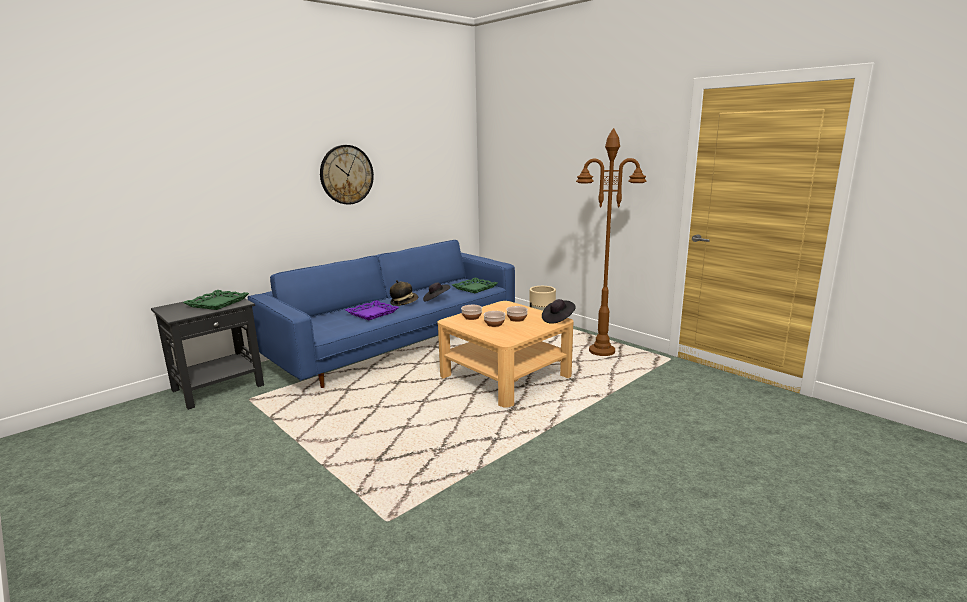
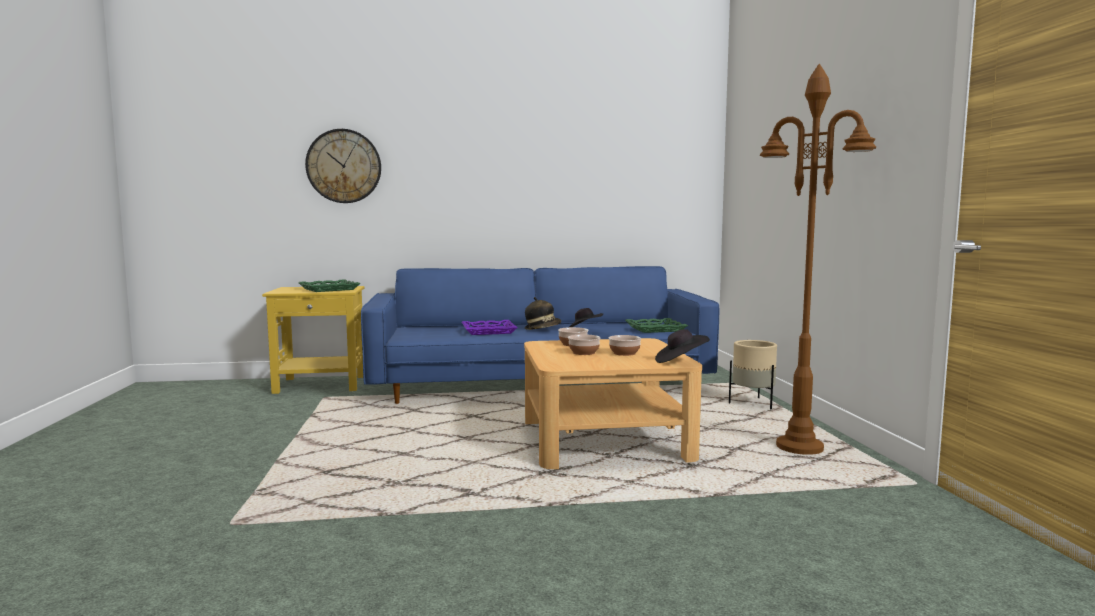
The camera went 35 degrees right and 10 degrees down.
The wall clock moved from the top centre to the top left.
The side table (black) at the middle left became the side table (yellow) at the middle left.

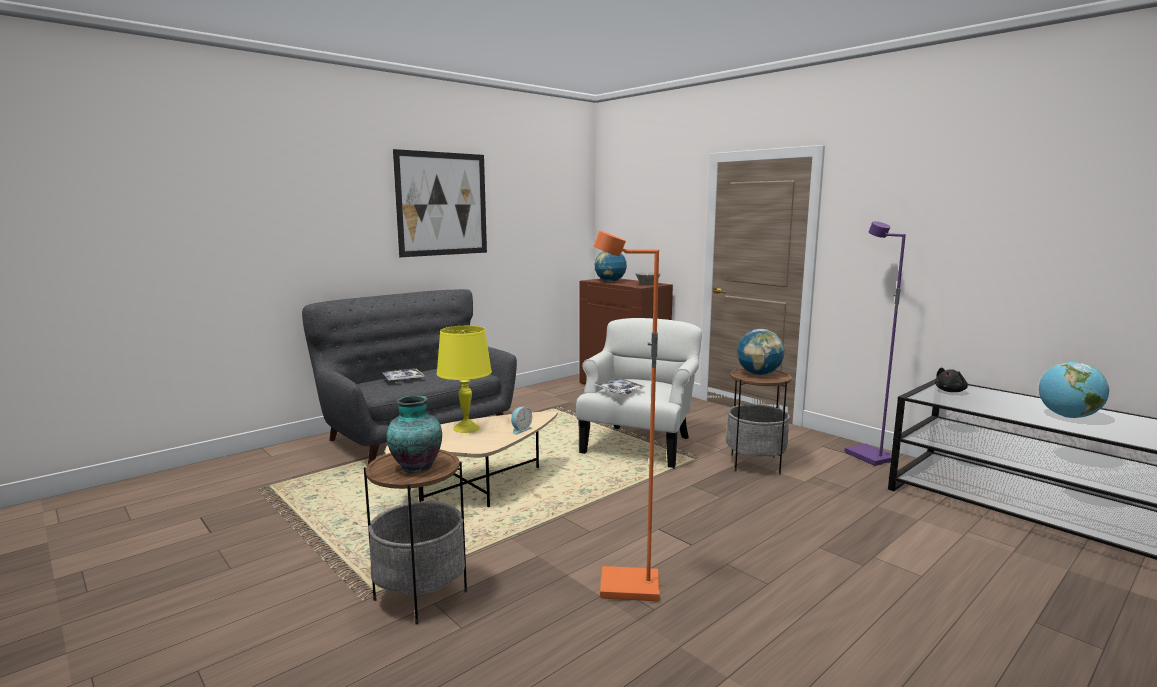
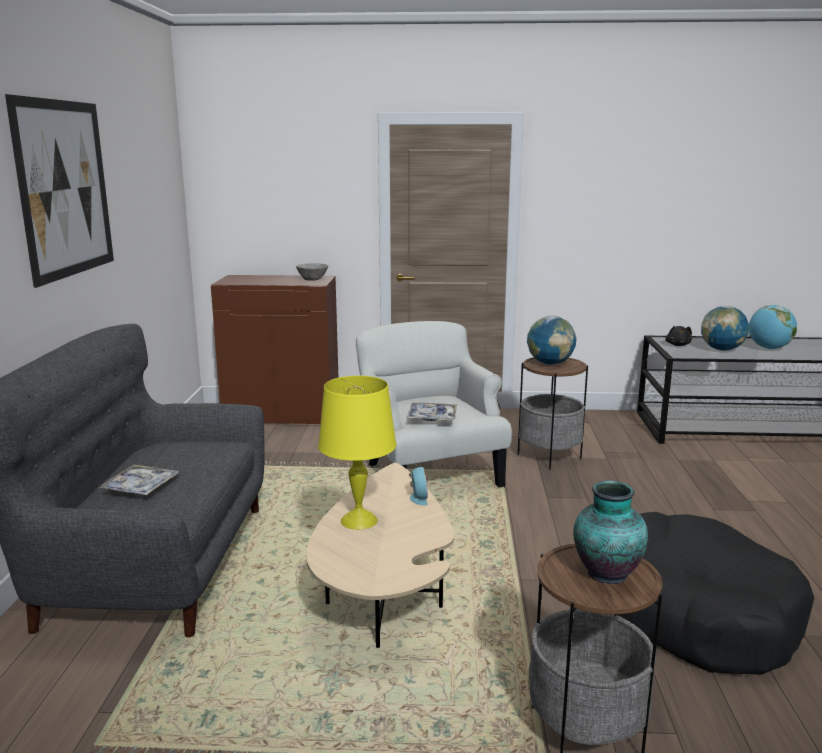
The camera went 45 degrees left and 5 degrees up.
The floor lamp (purple) at the middle right disappeared.
The globe (1st from left in the first image) moved from the centre to the middle right.
The floor lamp (orange) at the centre was replaced by the dog bed (black) at the bottom right.

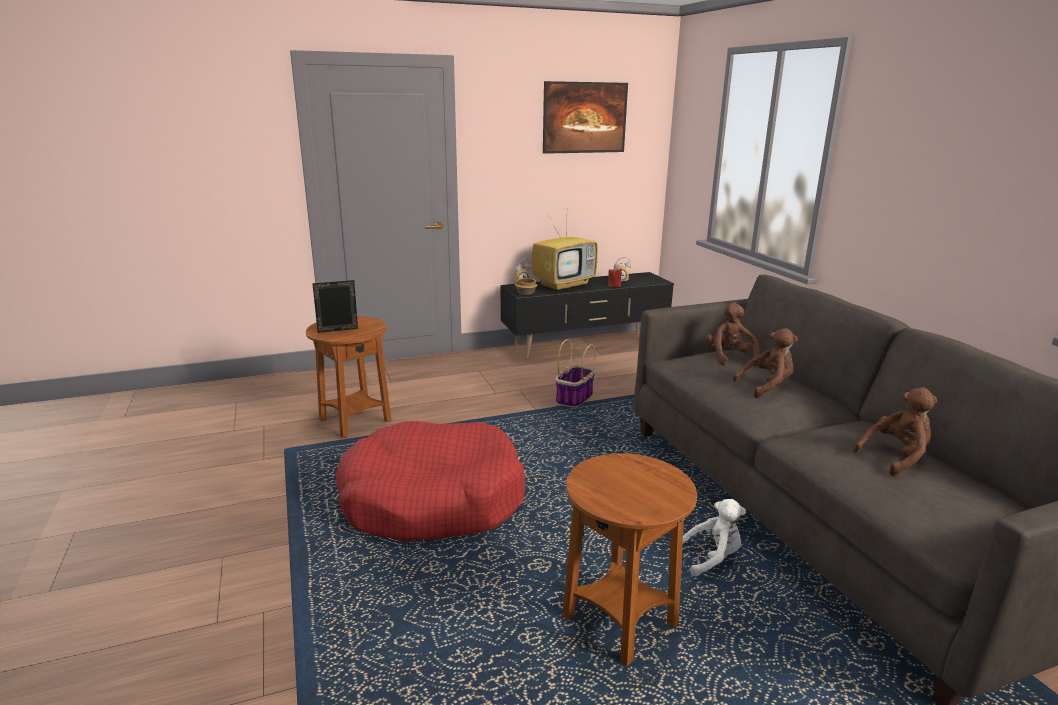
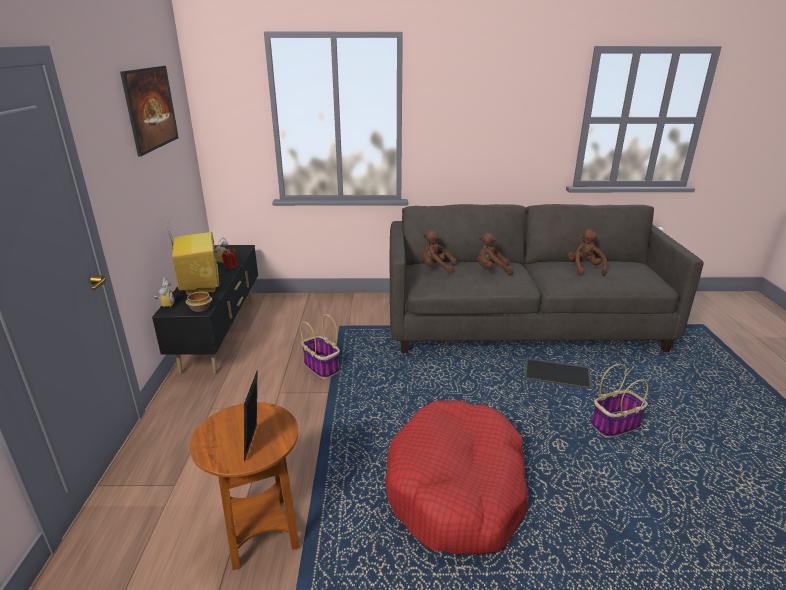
The camera went 70 degrees left and 5 degrees up.
The side table (brown) (2nd from left) at the bottom centre was replaced by the basket (2nd from left) at the bottom right.
The plush toy (white) at the bottom right was replaced by the tray at the middle right.
The plush toy (brown) (2nd from left) at the middle right turned 90 degrees counterclockwise.

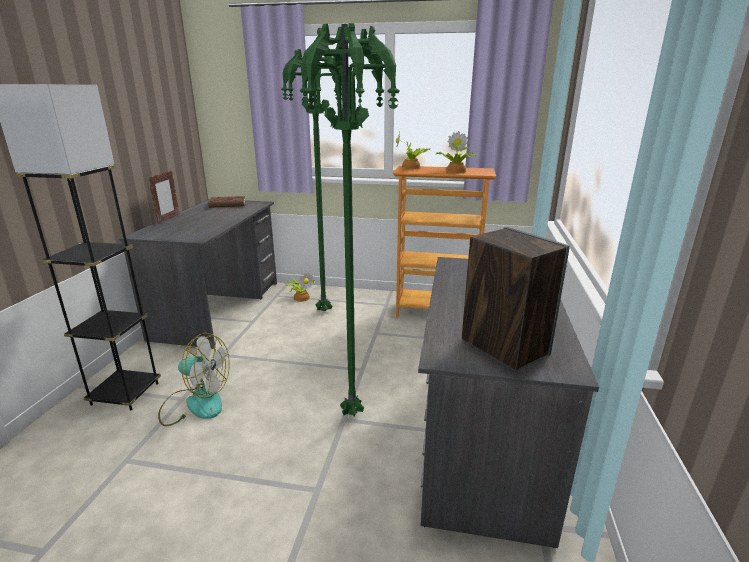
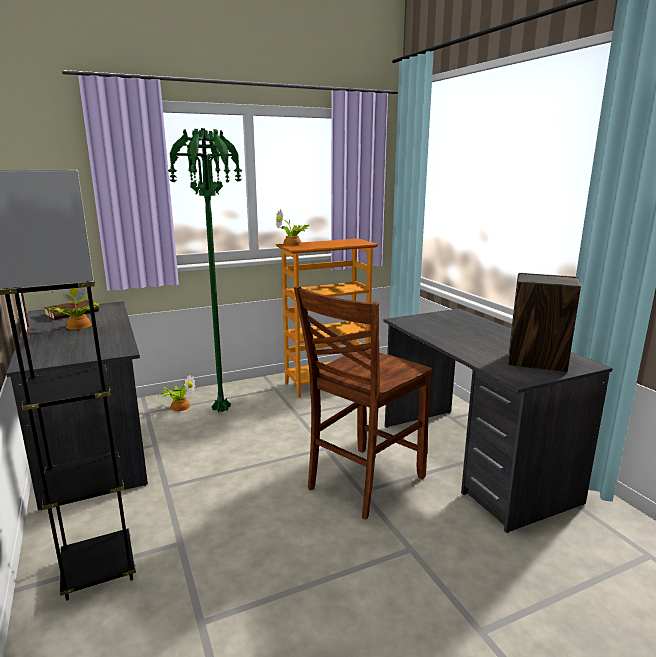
The camera went 35 degrees left and 5 degrees down.
The fan at the bottom left disappeared.
The potted plant (3rd from left in the first image) moved from the top centre to the middle left.
The floor lamp (green) (2nd from left) at the centre was replaced by the chair (brown) at the centre.

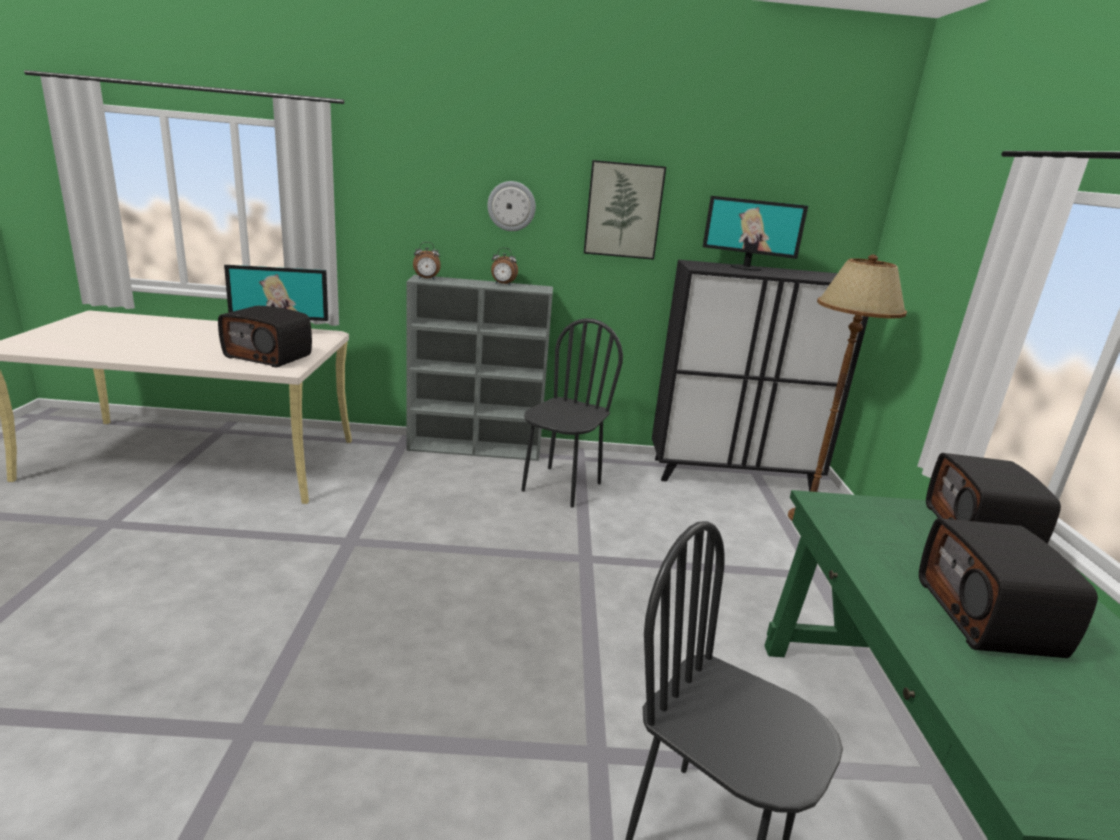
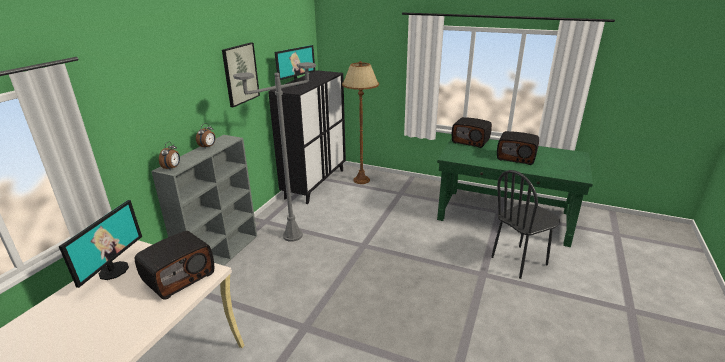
The camera went 65 degrees left and 5 degrees up.
The wall clock at the top centre disappeared.
The chair (black) (1st from left) at the centre was replaced by the floor lamp (grey) at the centre.

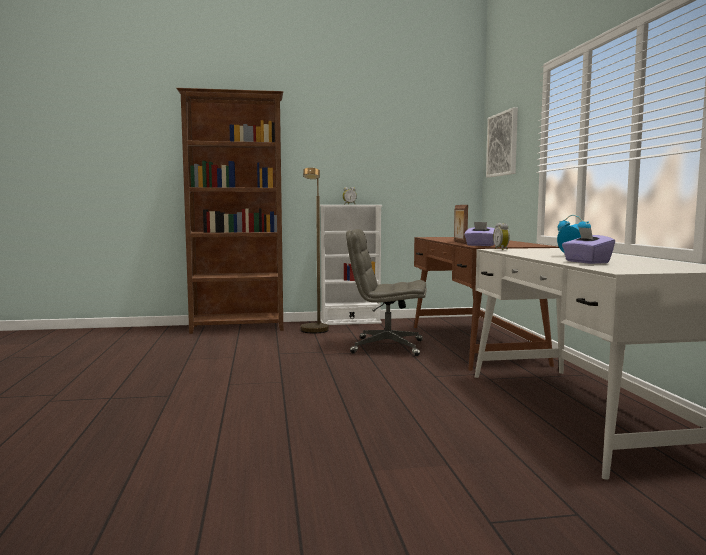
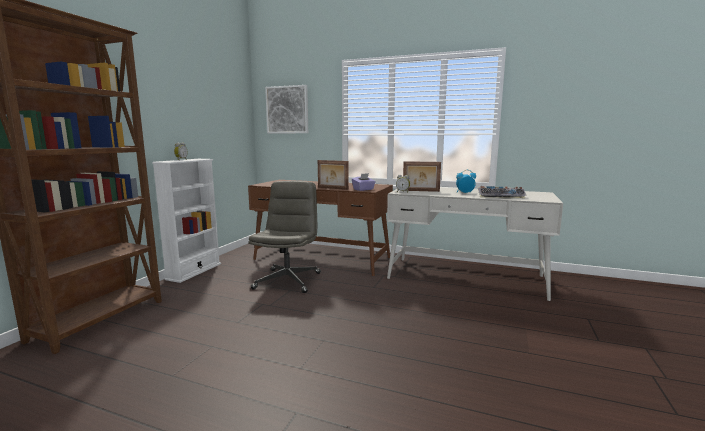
The camera went 60 degrees left and 5 degrees up.
The floor lamp (brown) at the centre disappeared.
The picture frame (2nd from left) at the centre appeared.
The tissue box (purple) (2nd from left) at the middle right was replaced by the keyboard at the middle right.
The office chair (grey) at the centre turned 150 degrees clockwise.

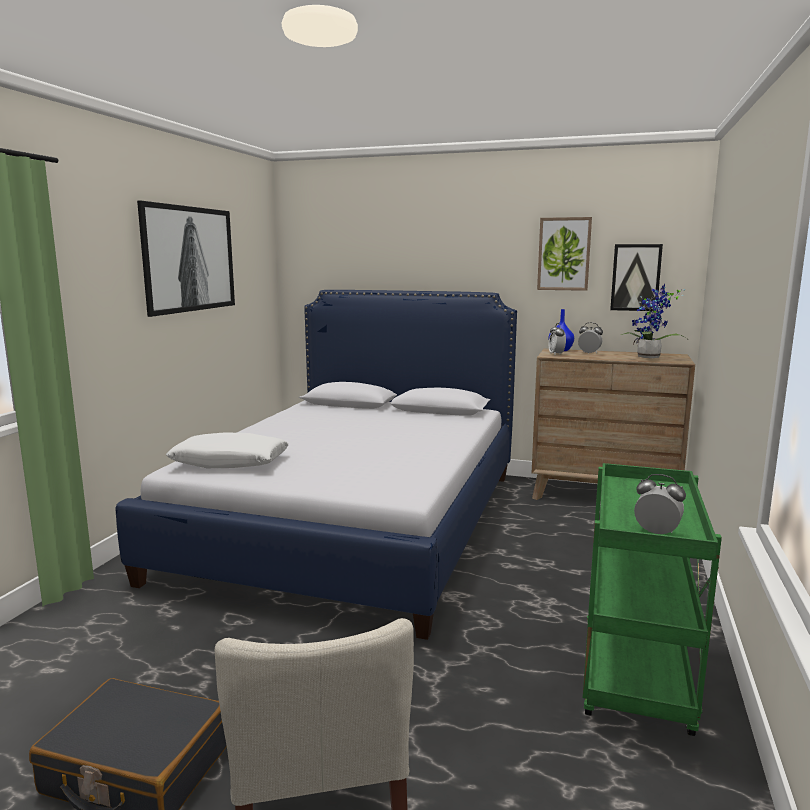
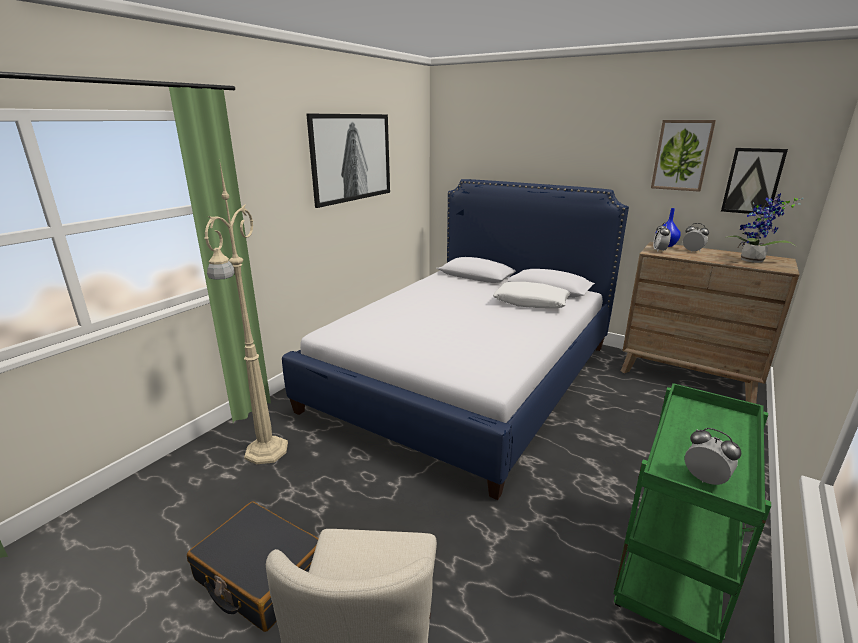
The camera went 15 degrees right and 10 degrees up.
The floor lamp (beige) at the middle left appeared.
The pillow (white) moved from the middle left to the centre.

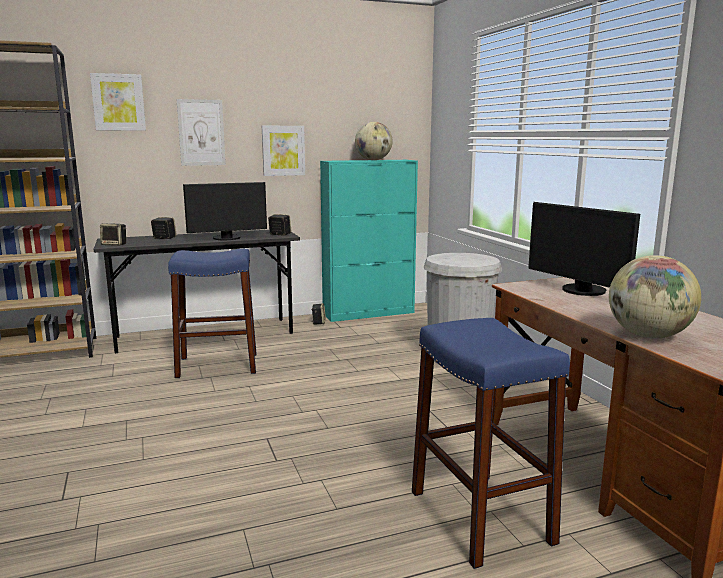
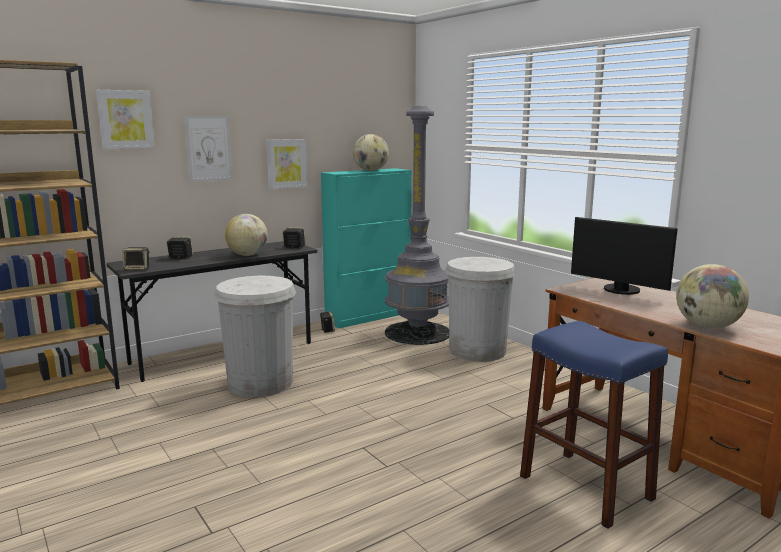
The camera went 15 degrees left and 0 degrees up.
The floor lamp (grey) at the centre appeared.
The stool (blue) (1st from left) at the middle left was replaced by the trash can (white) (1st from left) at the middle left.
The monitor (1st from left) at the middle left was replaced by the globe (1st from left) at the middle left.

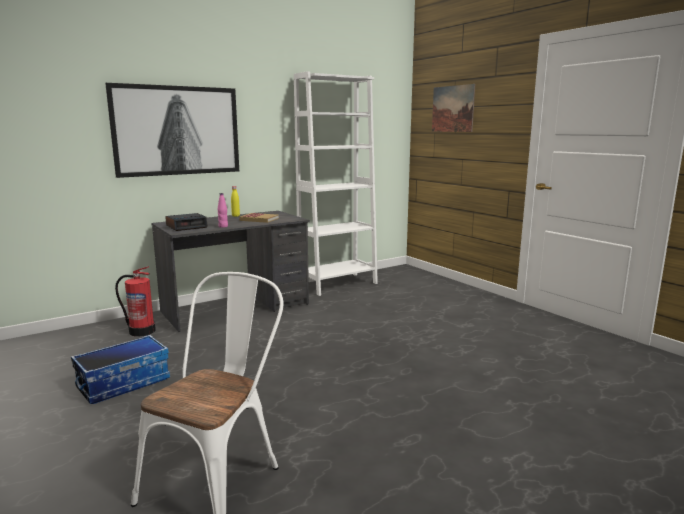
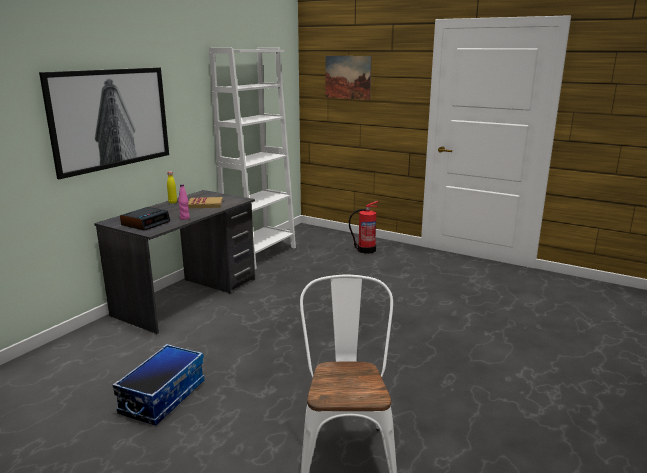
The camera went 25 degrees left and 5 degrees up.
The fire extinguisher moved from the middle left to the centre.

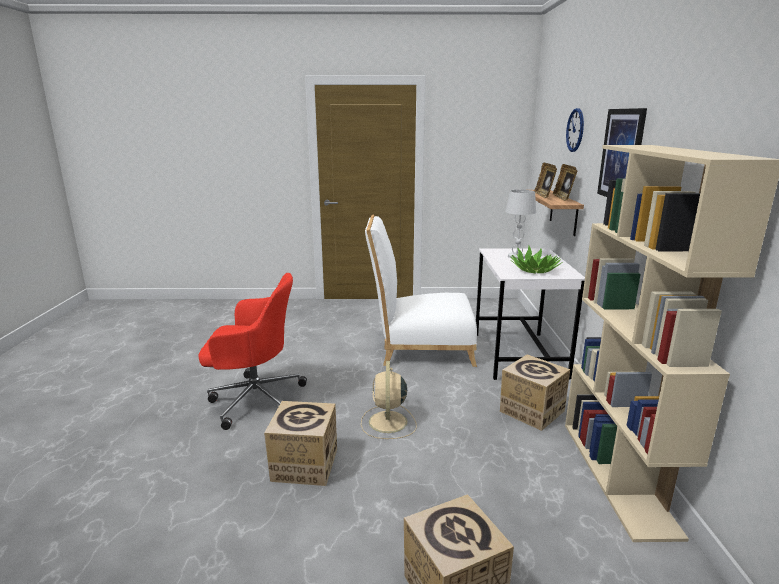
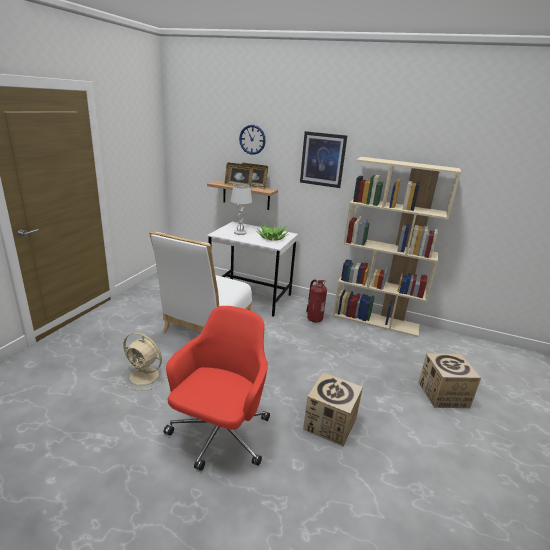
The camera went 70 degrees left and 5 degrees up.
The fan (beige) moved from the bottom centre to the middle left.
The cardboard box (3rd from left) at the bottom right was replaced by the fire extinguisher at the centre.

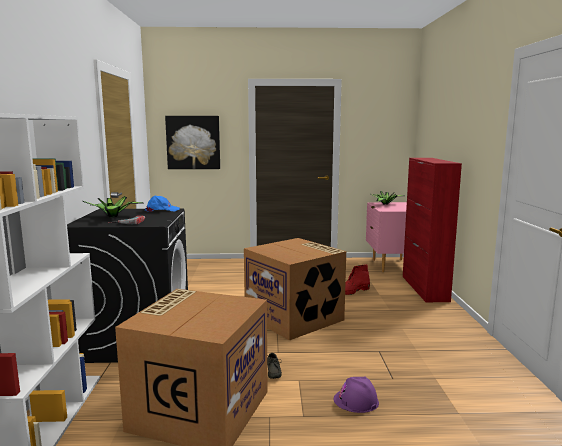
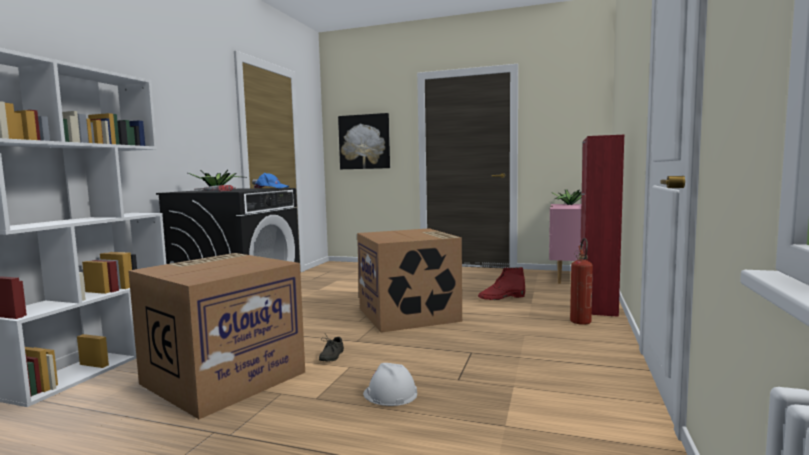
The camera went 20 degrees right and 5 degrees down.
The fire extinguisher at the middle right appeared.
The hard hat (purple) at the bottom centre became the hard hat (white) at the bottom centre.

